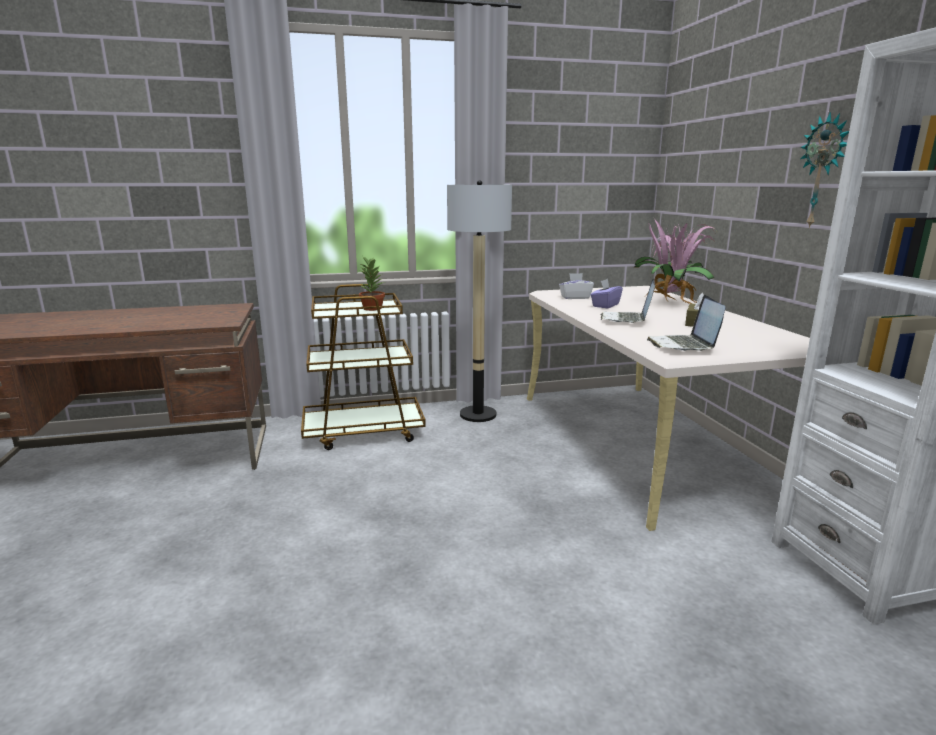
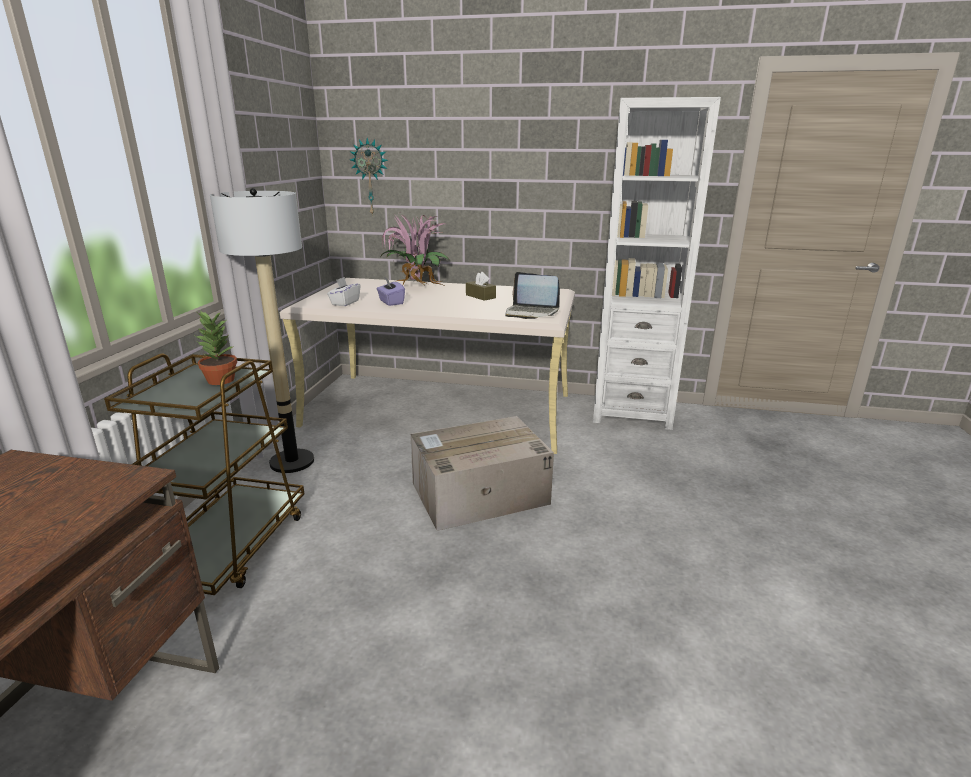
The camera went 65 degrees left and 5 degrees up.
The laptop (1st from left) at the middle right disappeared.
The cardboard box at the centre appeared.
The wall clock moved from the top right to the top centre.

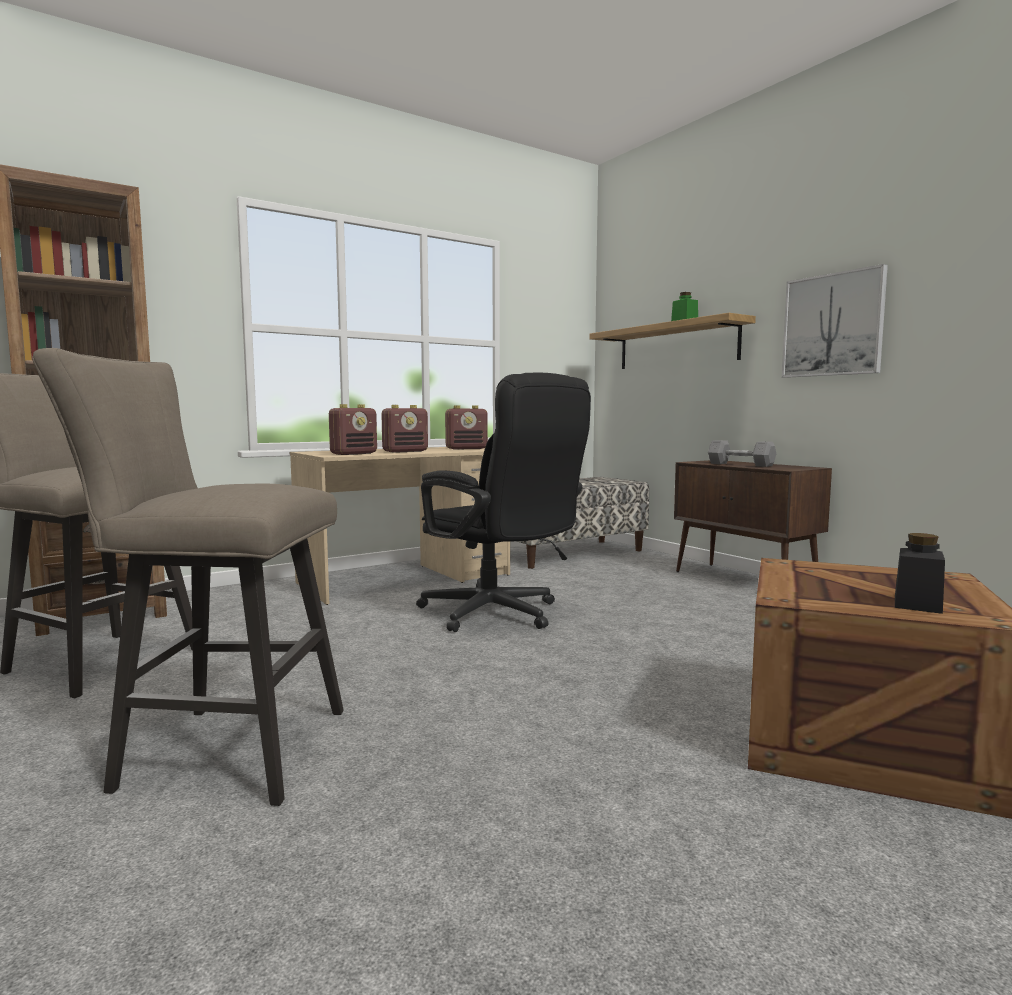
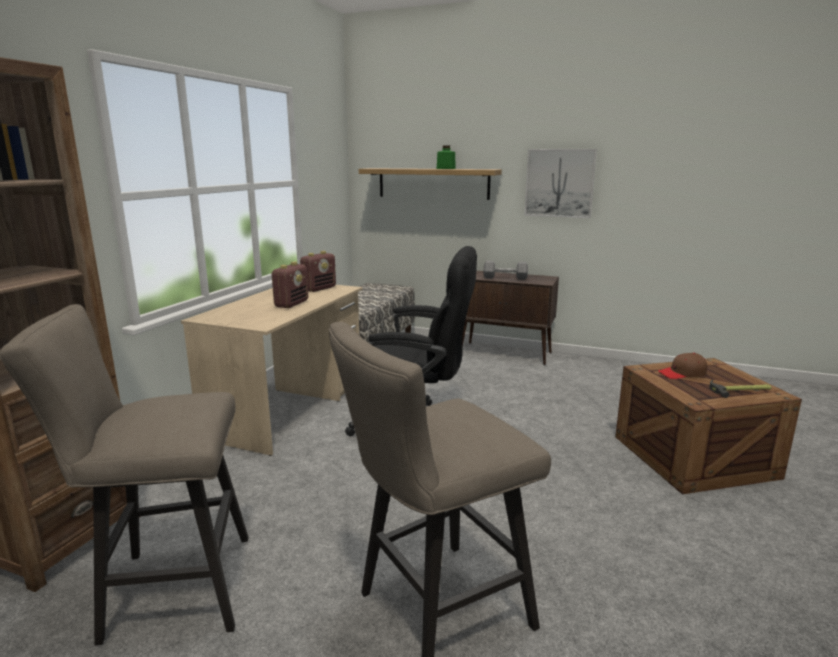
The camera went 35 degrees left and 10 degrees up.
The radio (1st from left) at the centre disappeared.
The cap (brown) at the middle right appeared.
The jar (black) at the middle right was replaced by the hammer at the middle right.

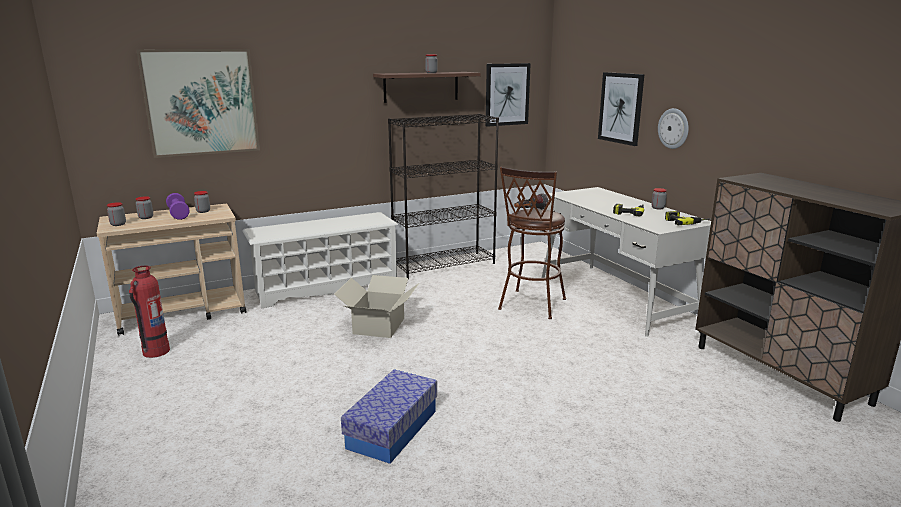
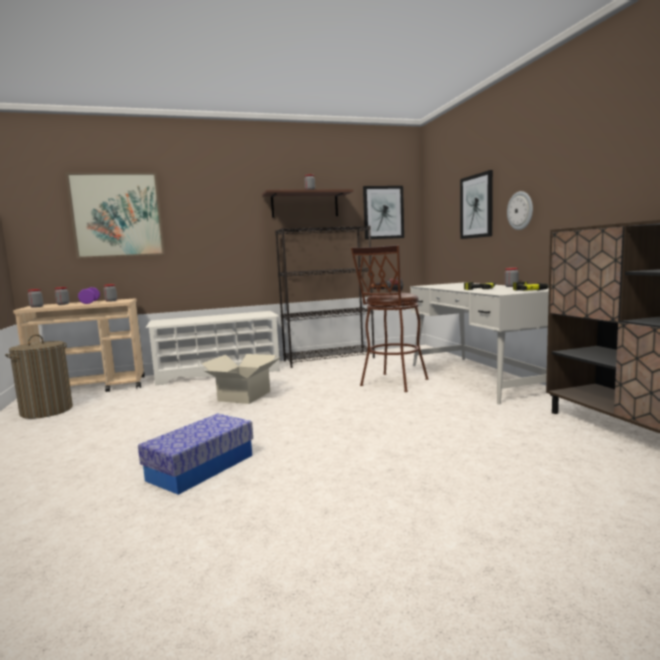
The camera went 10 degrees right and 10 degrees down.
The fire extinguisher at the middle left was replaced by the laundry basket at the middle left.

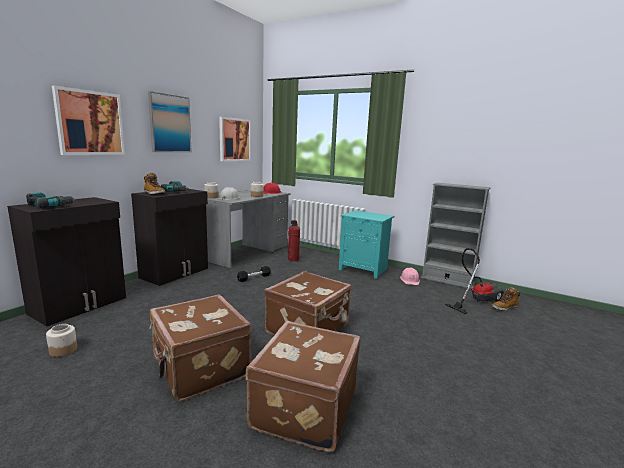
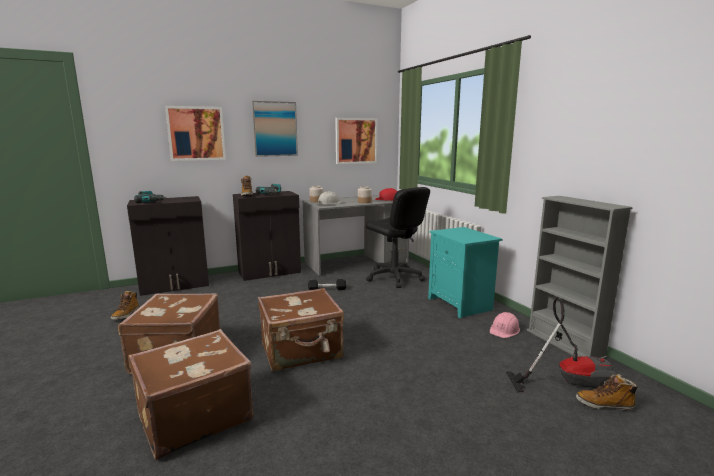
The camera went 35 degrees right and 0 degrees up.
The jar (1st from left) at the bottom left was replaced by the boot (1st from left) at the middle left.
The fire extinguisher at the centre was replaced by the office chair (black) at the centre.

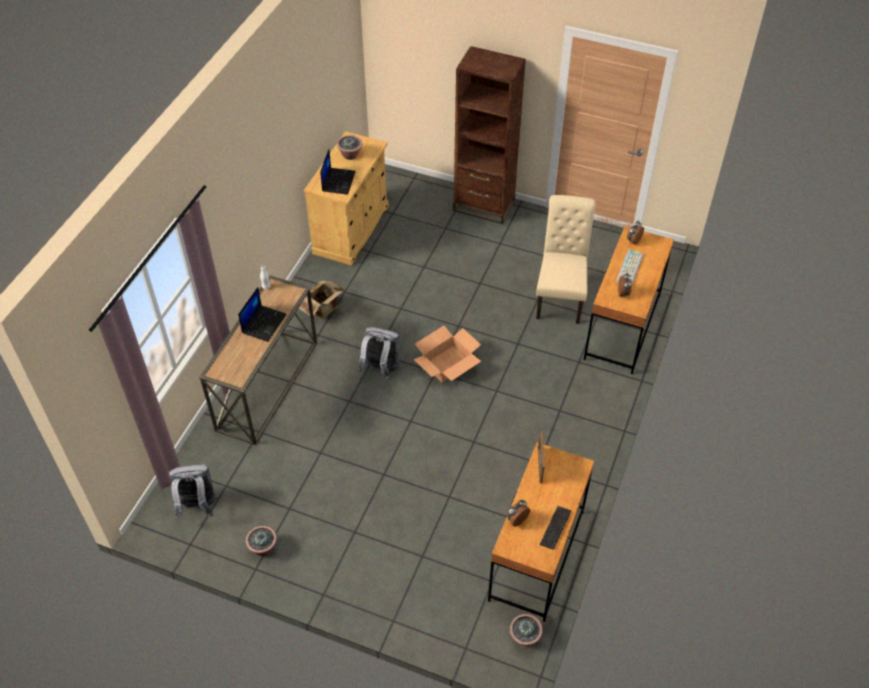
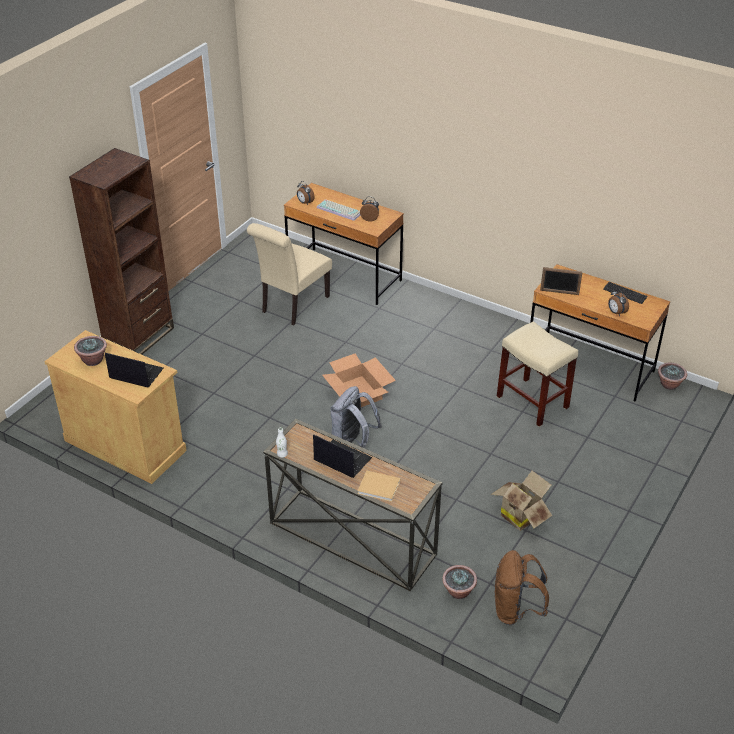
The camera went 80 degrees left and 10 degrees down.
The book (beige) at the centre appeared.
The stool (beige) at the middle right appeared.
The potted plant (1st from left in the first image) moved from the bottom left to the bottom centre.
The cardboard box (1st from left in the first image) moved from the centre to the bottom right.
The backpack (grey) (1st from left) at the bottom left became the backpack (brown) at the bottom right.
The chair (beige) at the centre turned 75 degrees counterclockwise.

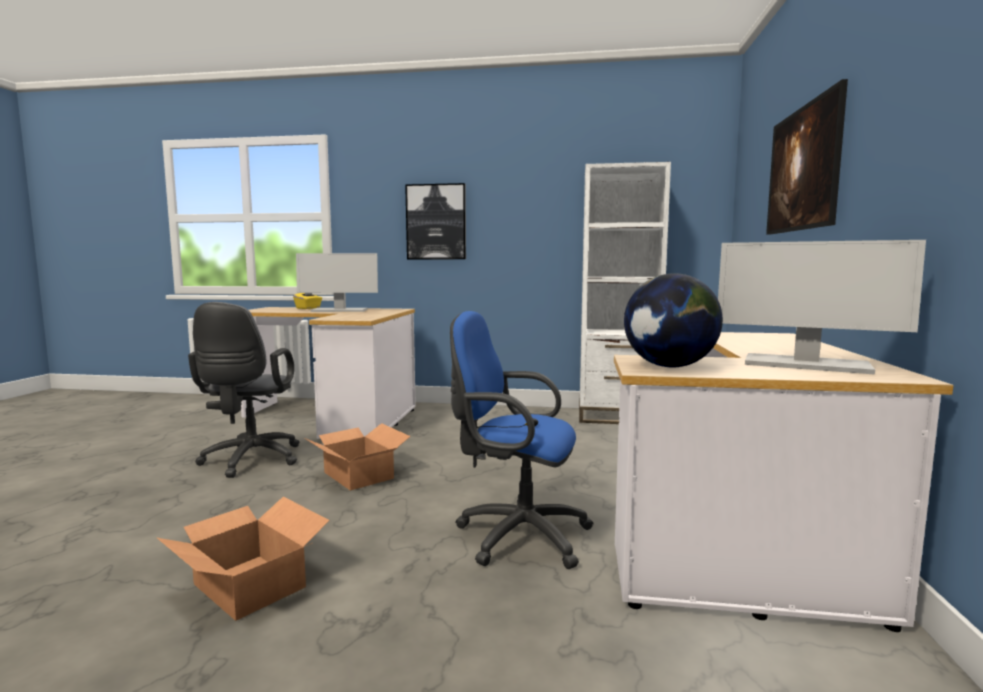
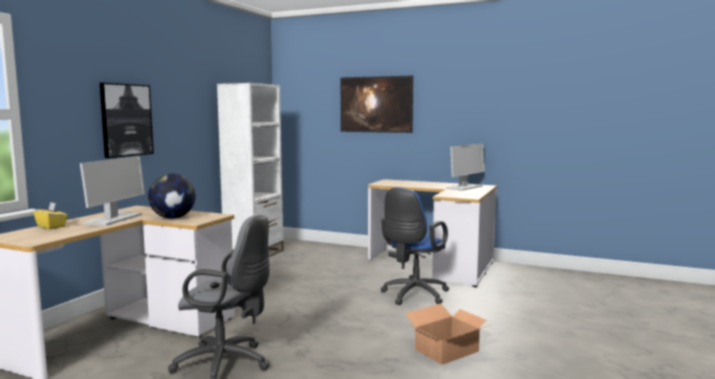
The camera went 75 degrees left and 0 degrees up.
The cardboard box (2nd from left) at the centre disappeared.
The globe moved from the middle right to the middle left.

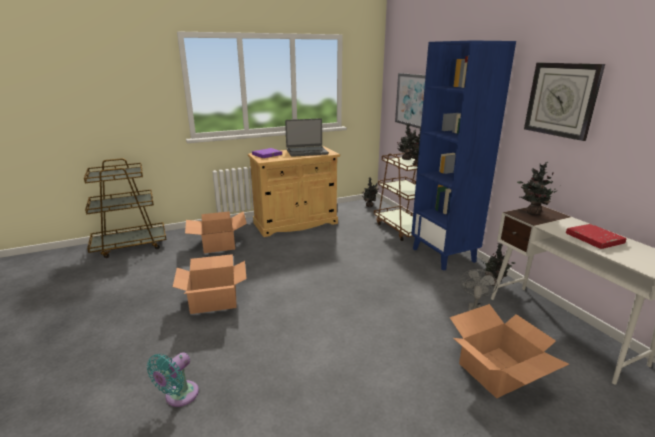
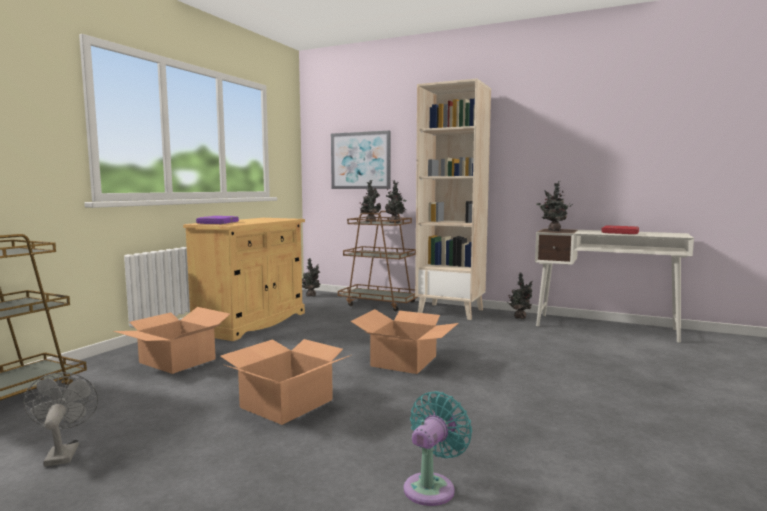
The camera went 40 degrees left and 15 degrees down.
The laptop at the top centre disappeared.
The wall clock at the top right disappeared.
The cardboard box (3rd from left) moved from the bottom right to the bottom centre.
The fan (grey) moved from the middle right to the bottom left.
The bookcase (blue) at the middle right became the bookcase (beige) at the centre.
The fan (turquoise) at the bottom left turned 135 degrees counterclockwise.

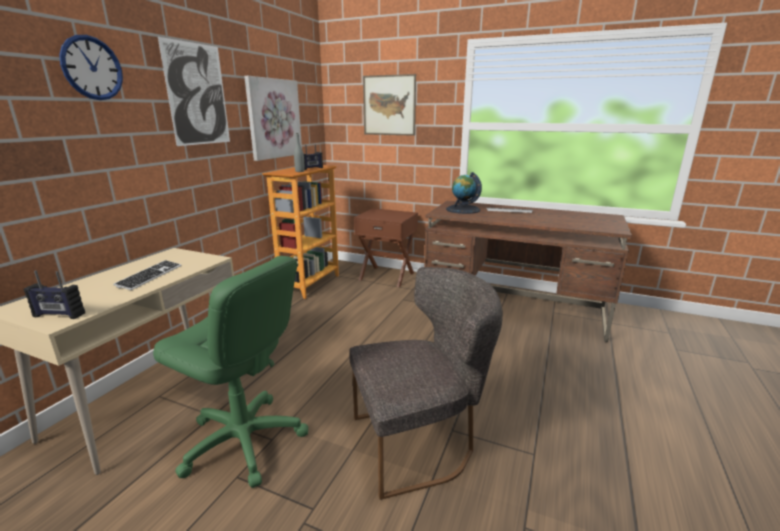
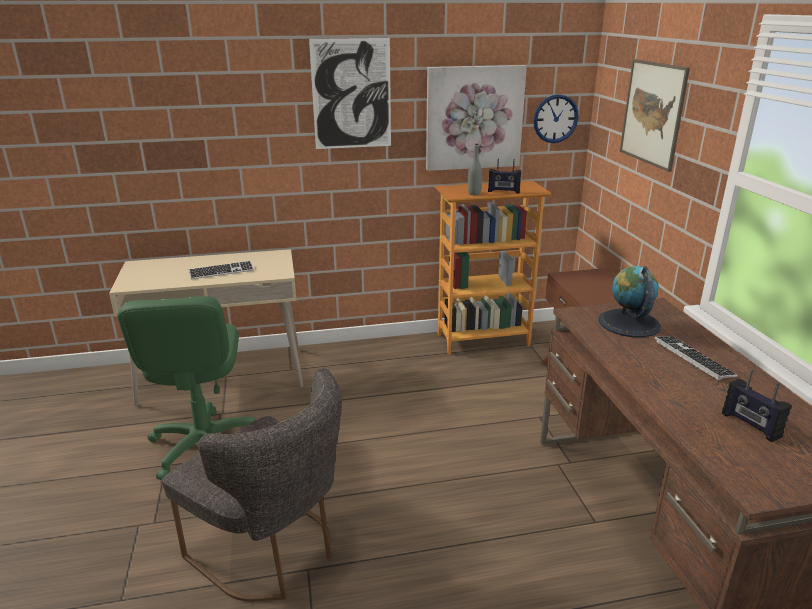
The camera went 55 degrees right and 5 degrees up.
The radio (1st from left in the first image) moved from the middle left to the middle right.
The wall clock moved from the top left to the top right.

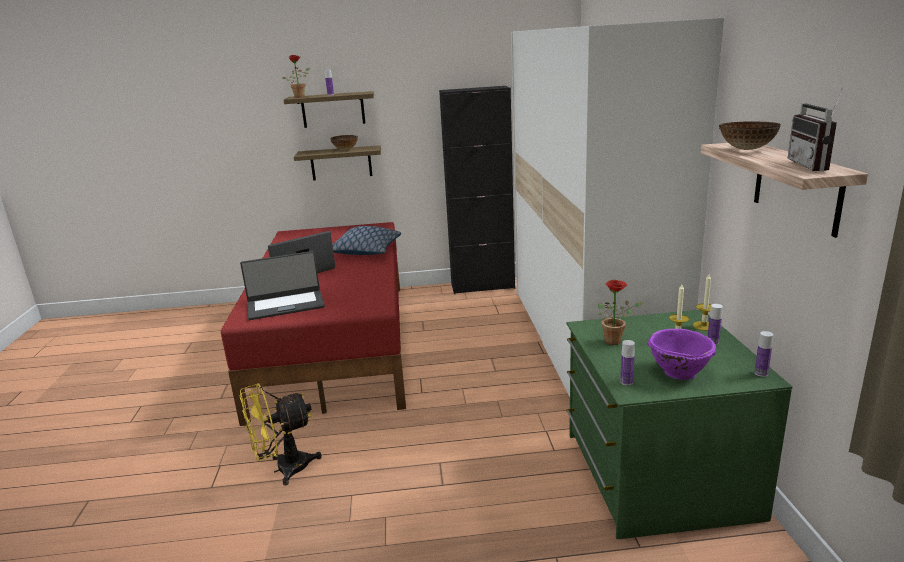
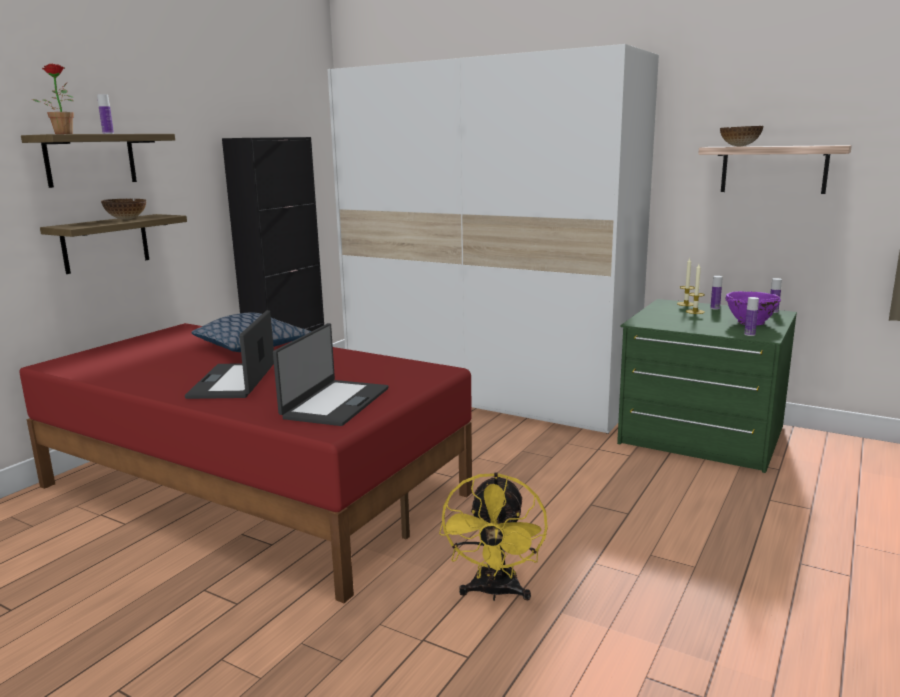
The camera went 55 degrees left and 5 degrees down.
The potted plant (2nd from left) at the middle right disappeared.
The radio at the top right disappeared.

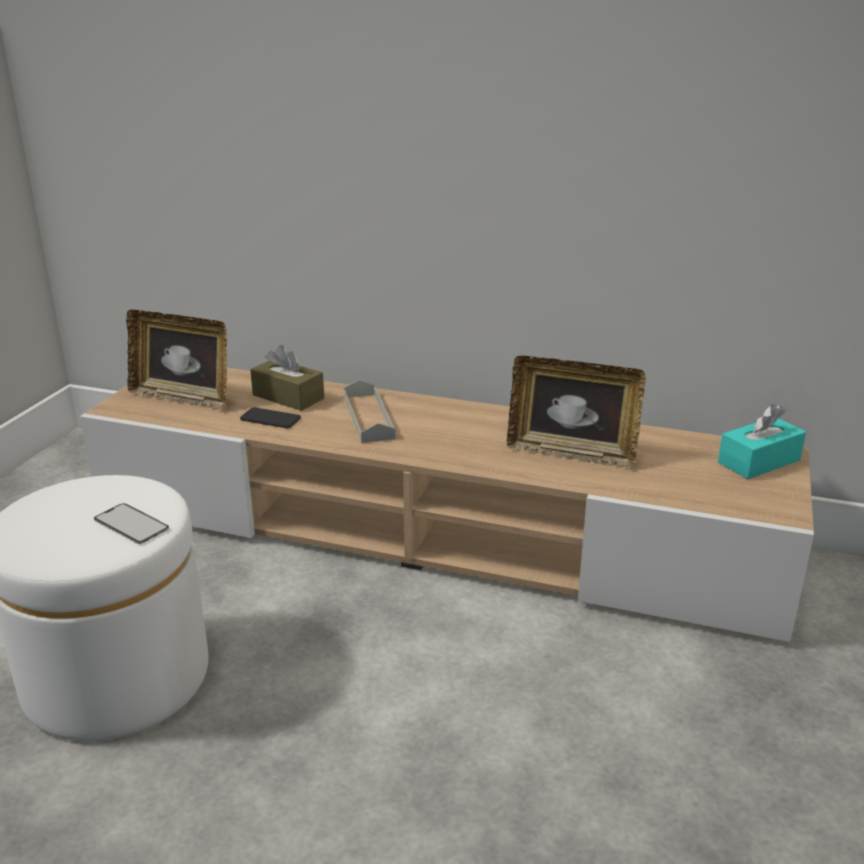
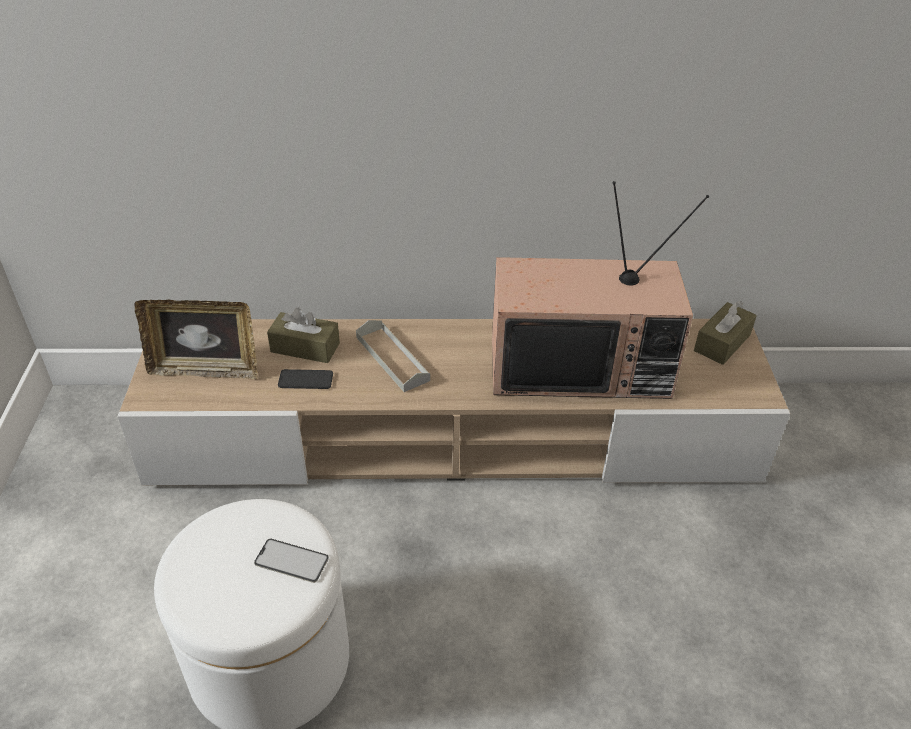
The camera went 20 degrees left and 15 degrees up.
The picture frame (2nd from left) at the middle right was replaced by the television at the centre.
The tissue box (turquoise) at the middle right became the tissue box (brown) (2nd from left) at the middle right.

